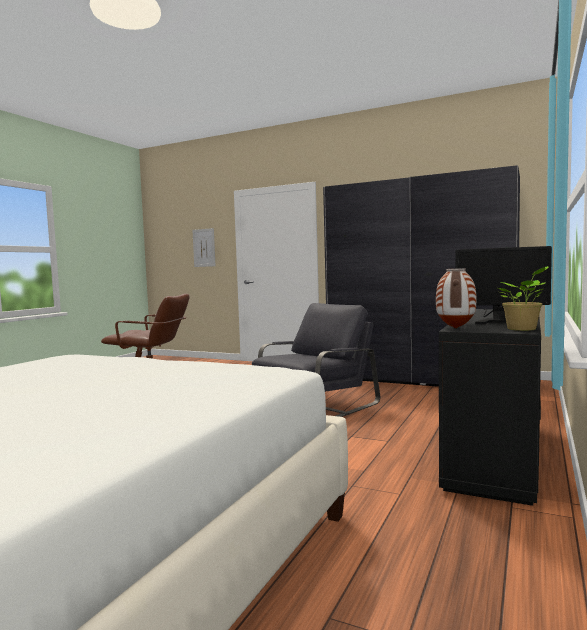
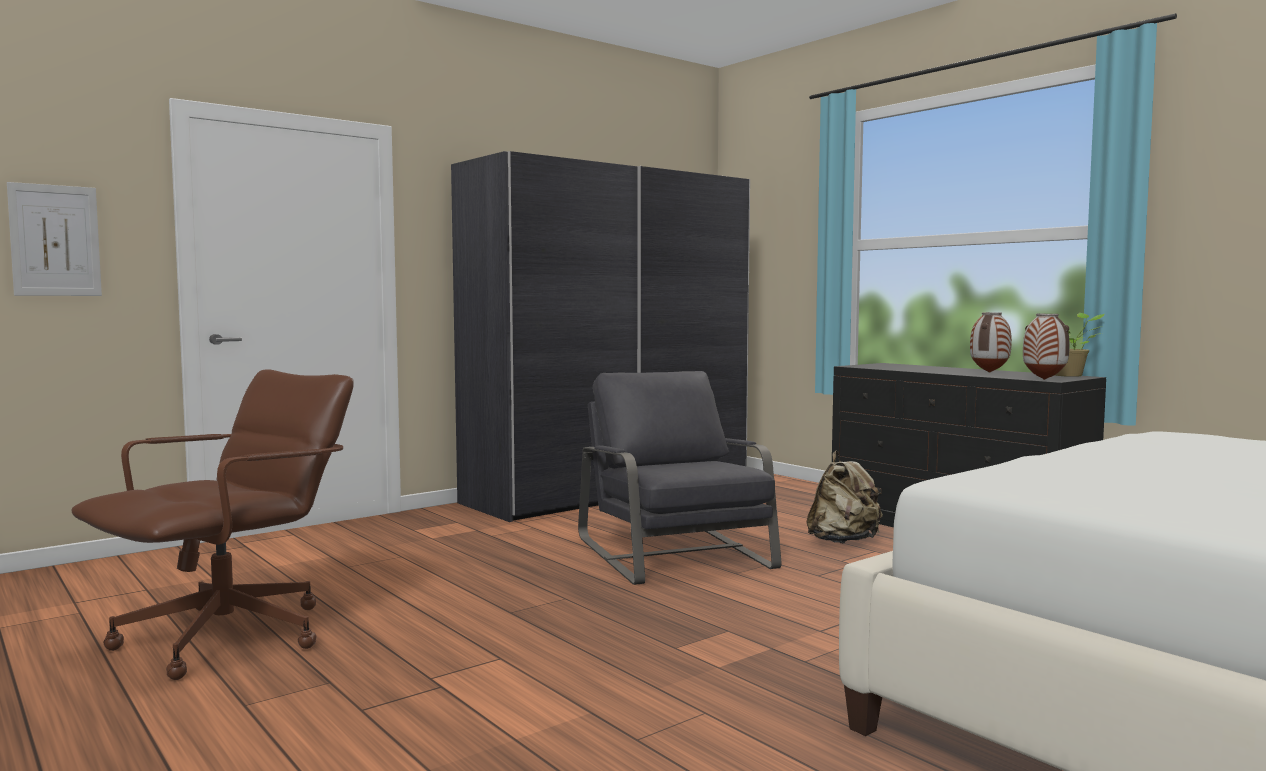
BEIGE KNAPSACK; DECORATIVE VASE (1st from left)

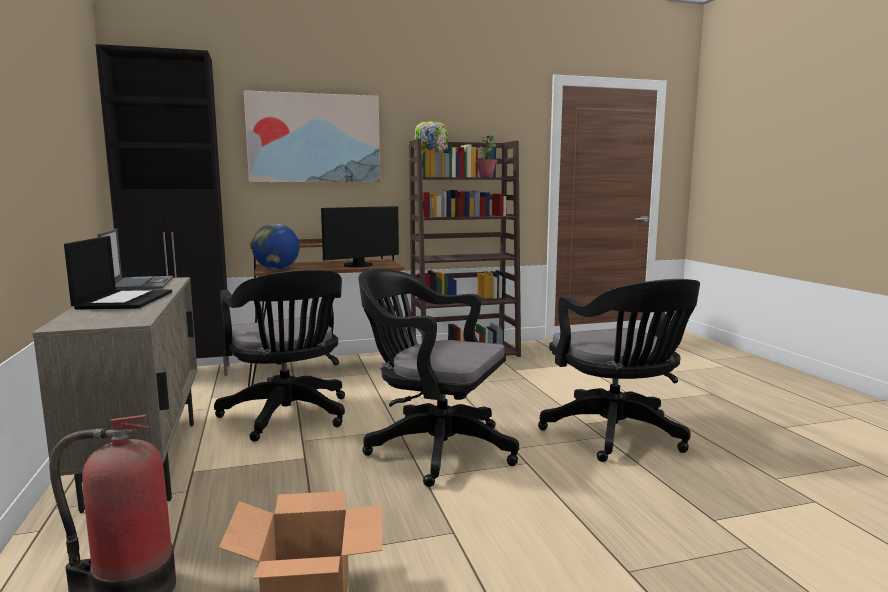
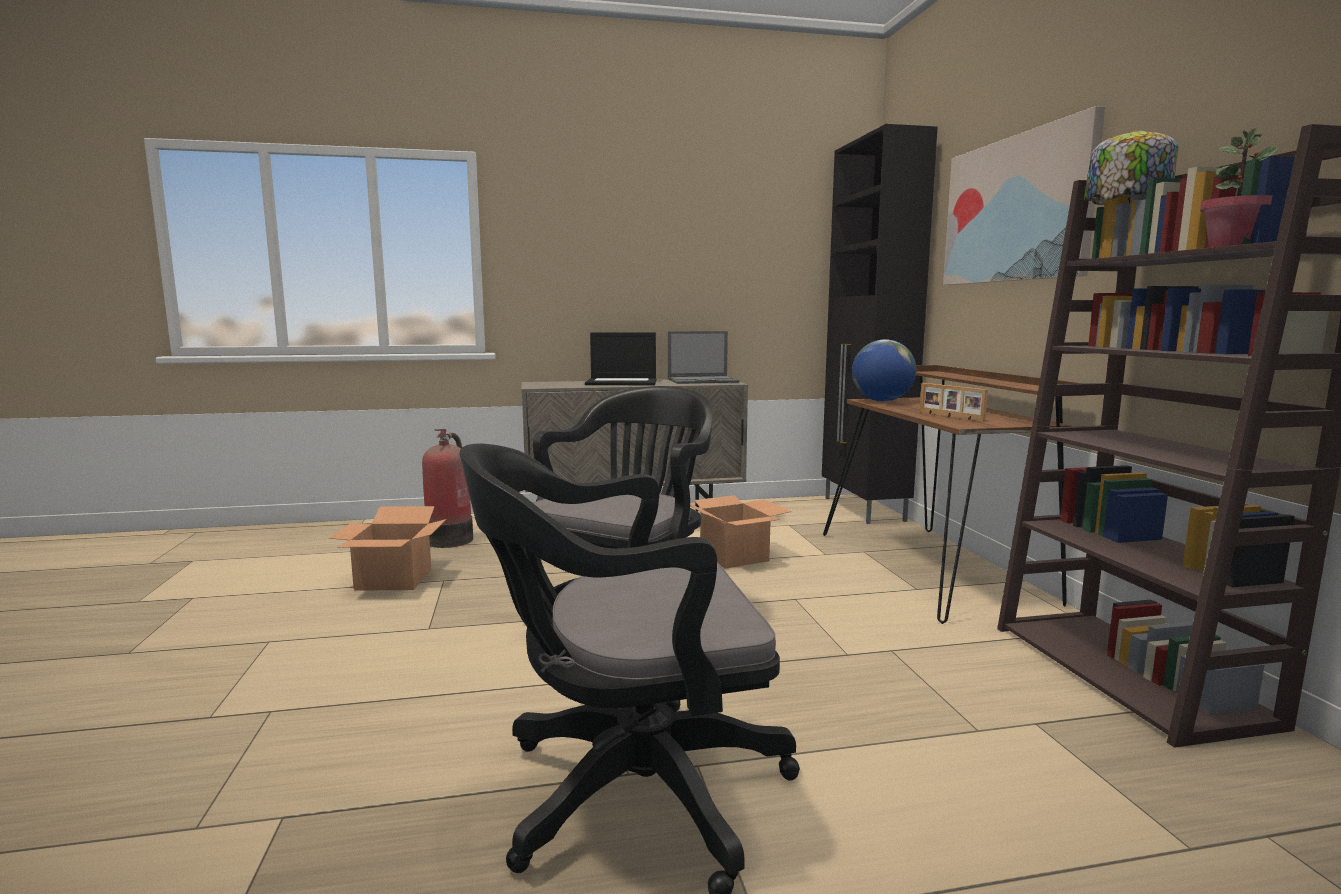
CARDBOARD BOX (2nd from left); PICTURE FRAME

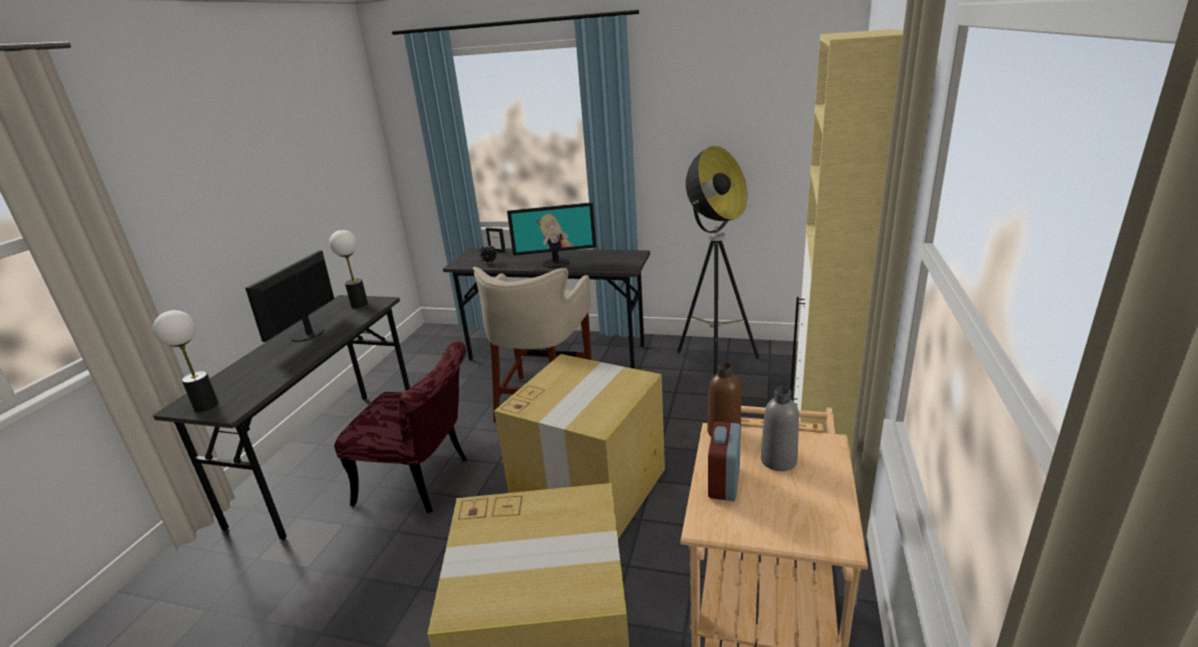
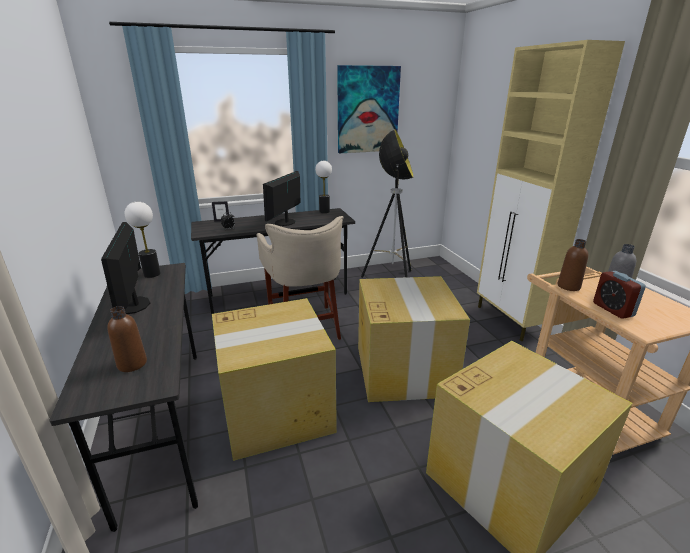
BROWNISH DRINK BOTTLE (1st from left); PICTURE; LAMP FOR A TABLE (2nd from left); CARDBOARD BOX (1st from left); MONITOR (2nd from left)

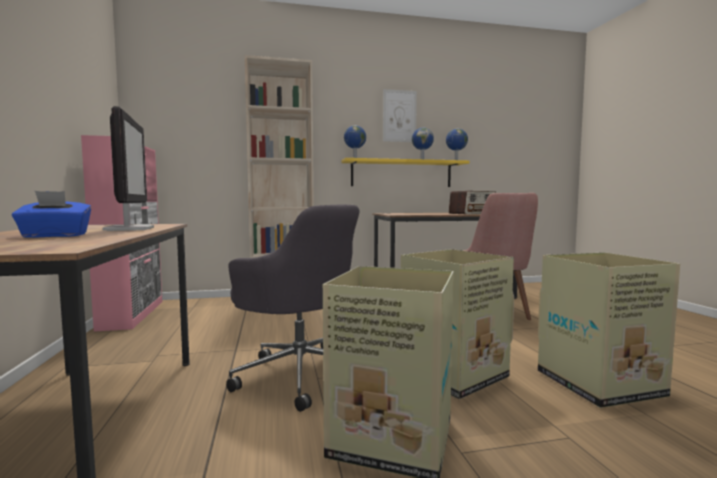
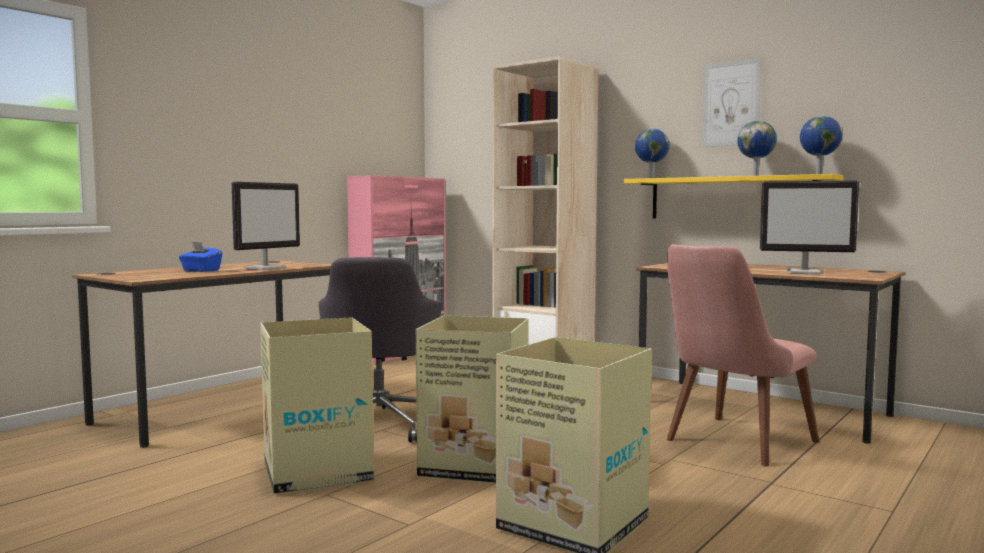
MONITOR (2nd from left)

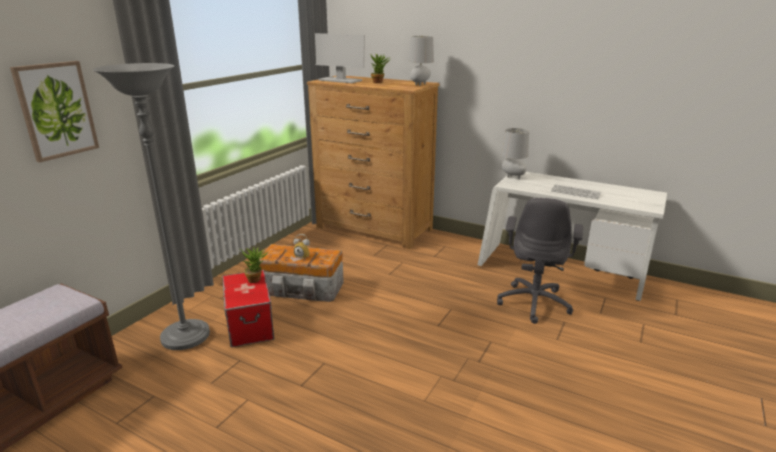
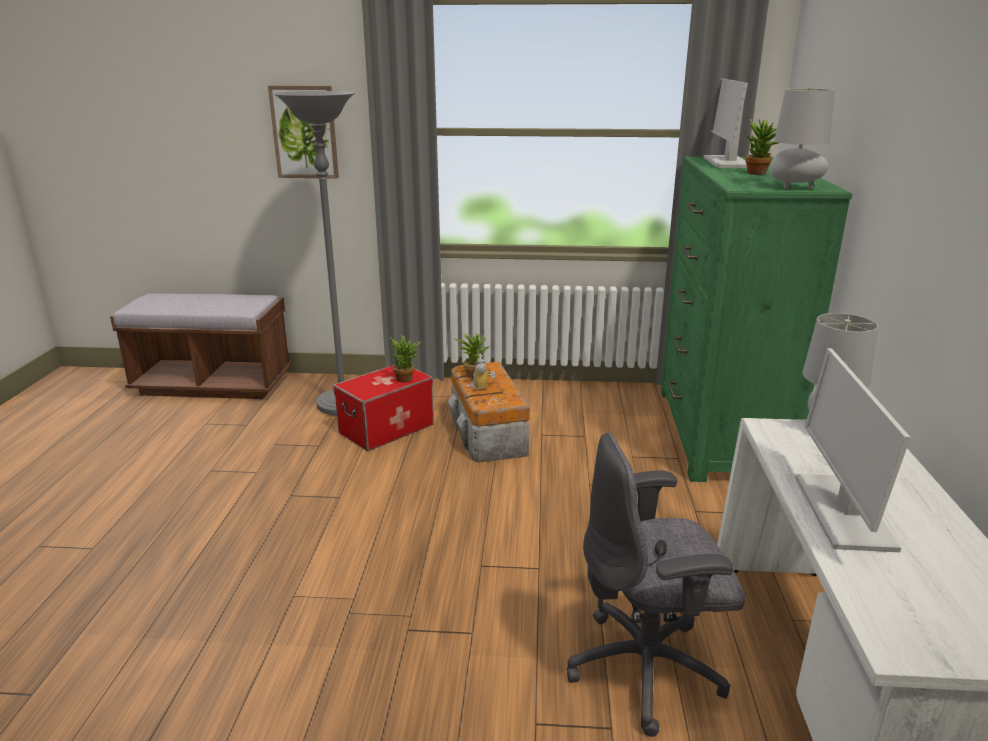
PLANT IN A POT (2nd from left); MONITOR (2nd from left); GREEN CHEST OF DRAWERS

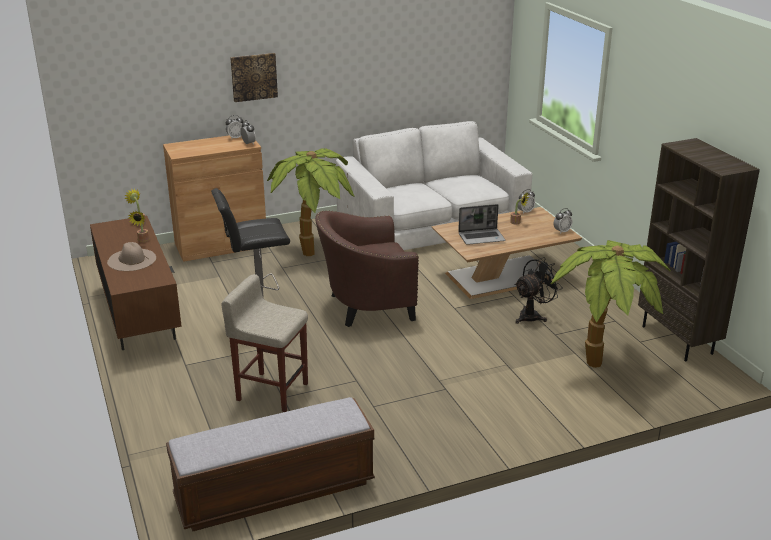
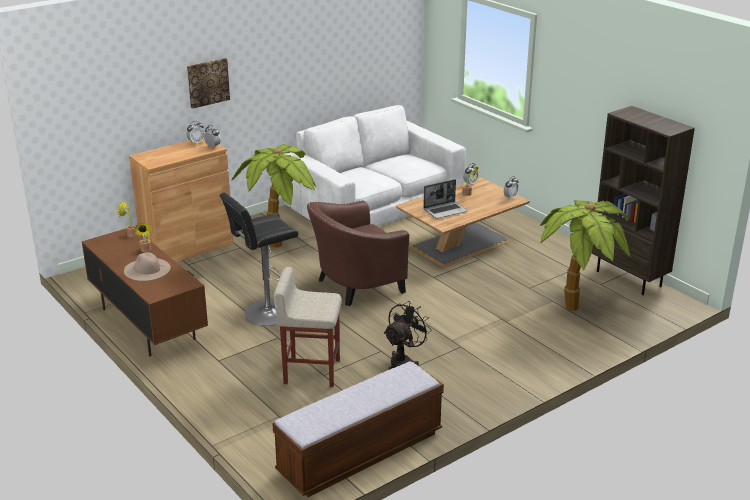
BLACK FAN

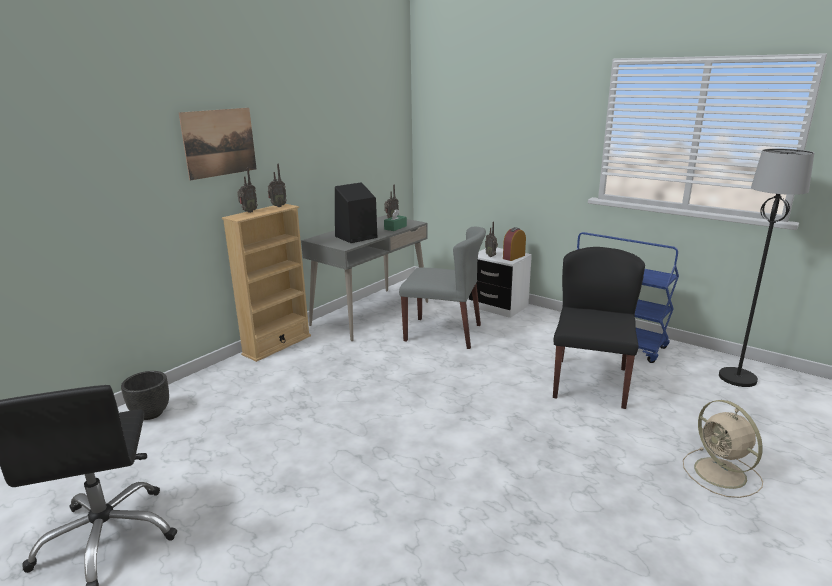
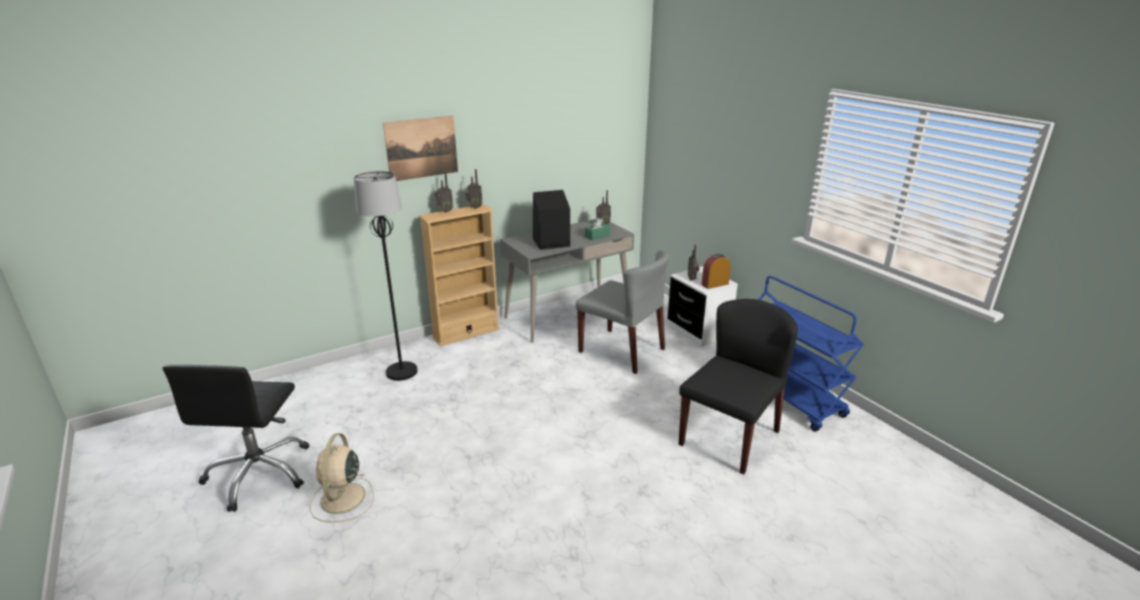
BLACK PLANTER; BEIGE FAN; BLACK STANDING LAMP

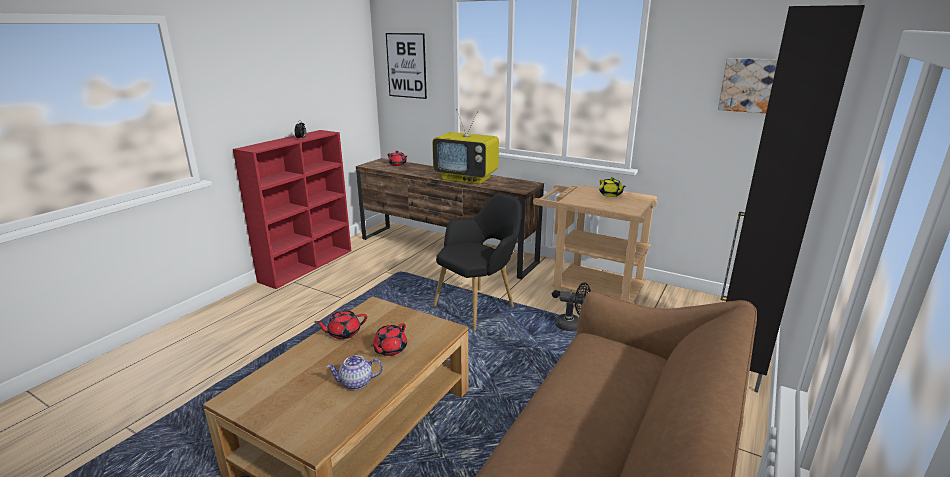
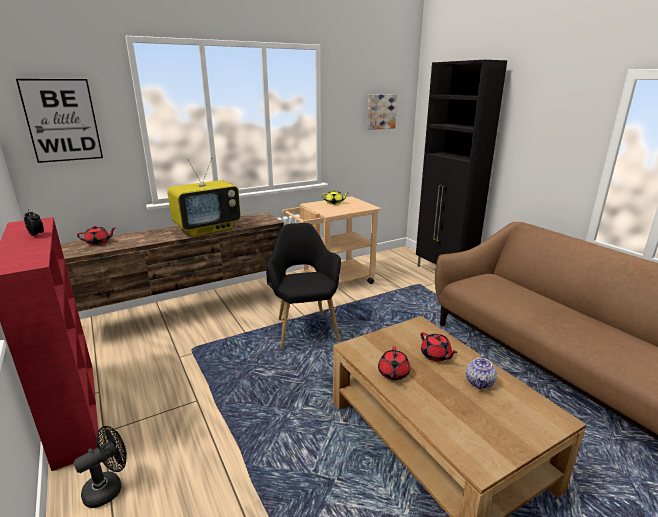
BLACK FAN

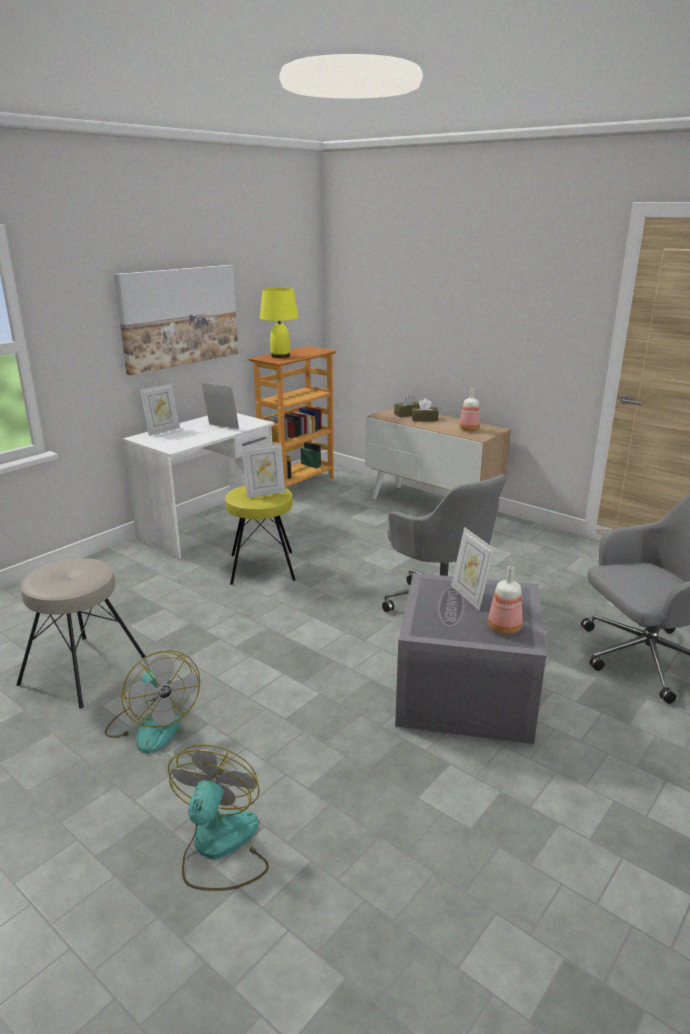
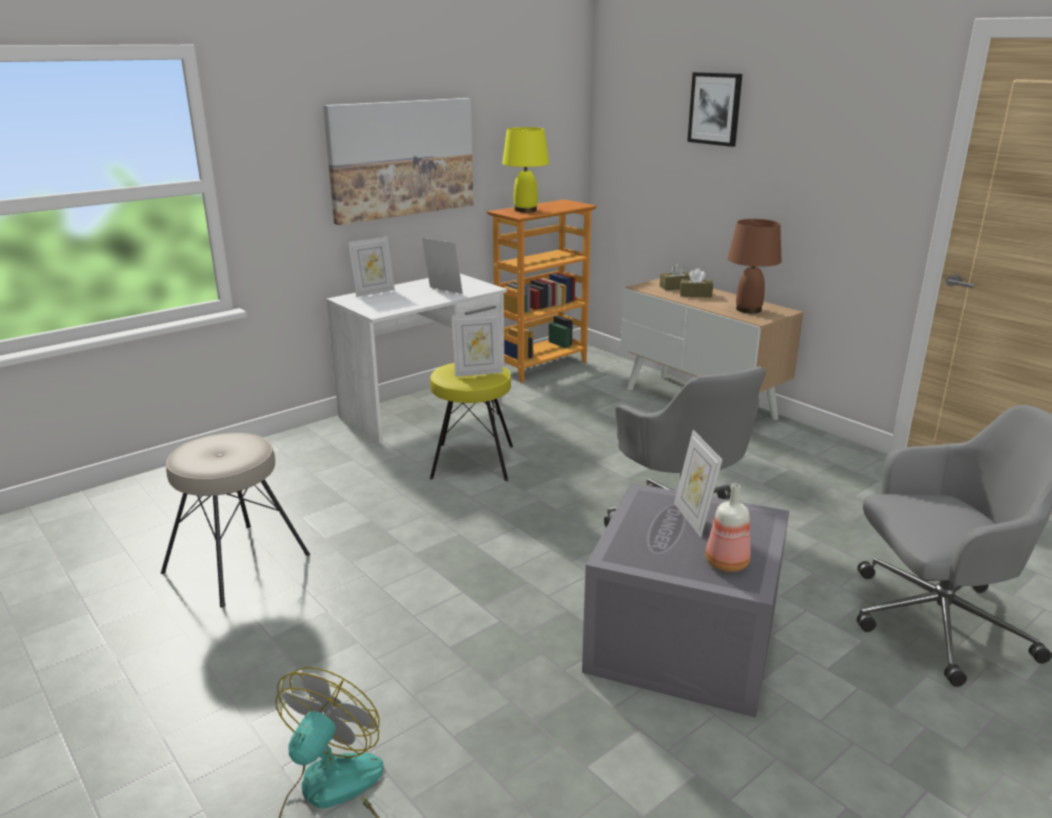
FAN (1st from left in the first image); PICTURE (2nd from left); BROWNISH LAMP FOR A TABLE

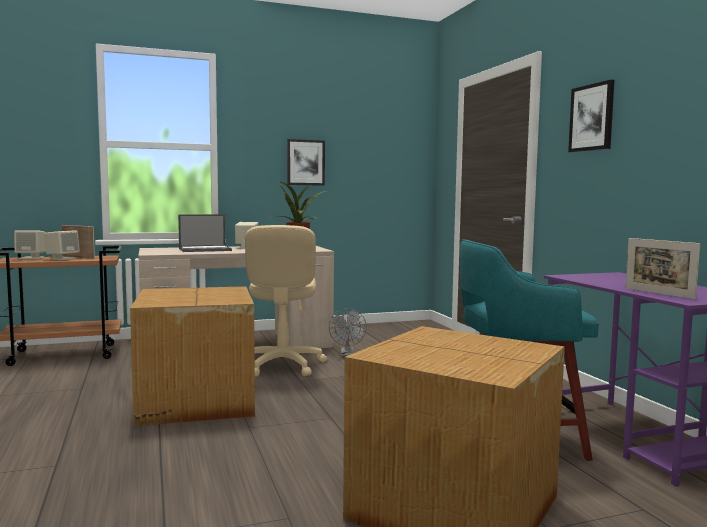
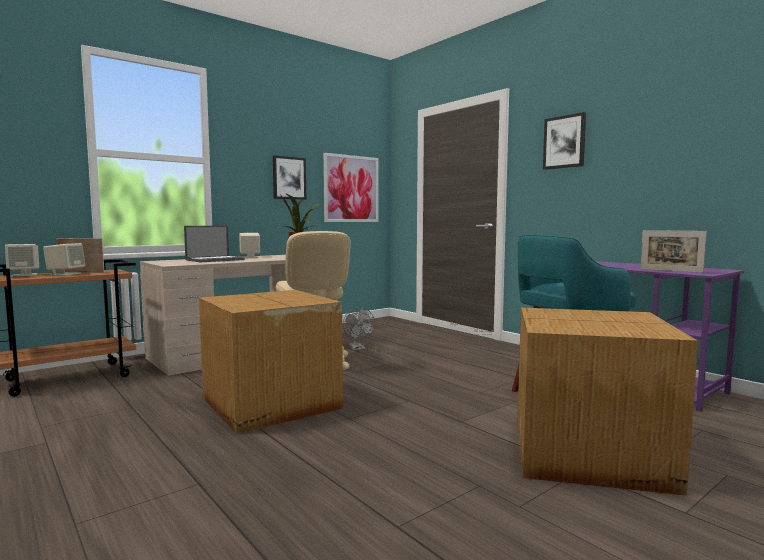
PICTURE (2nd from left)

